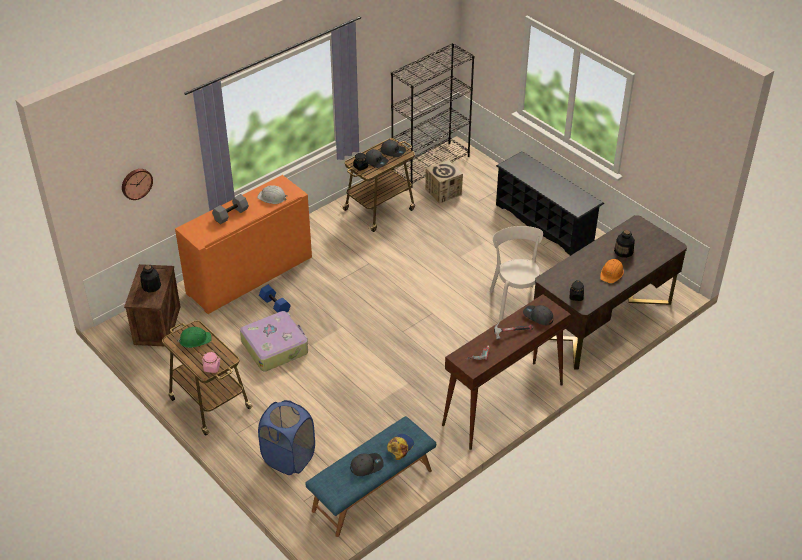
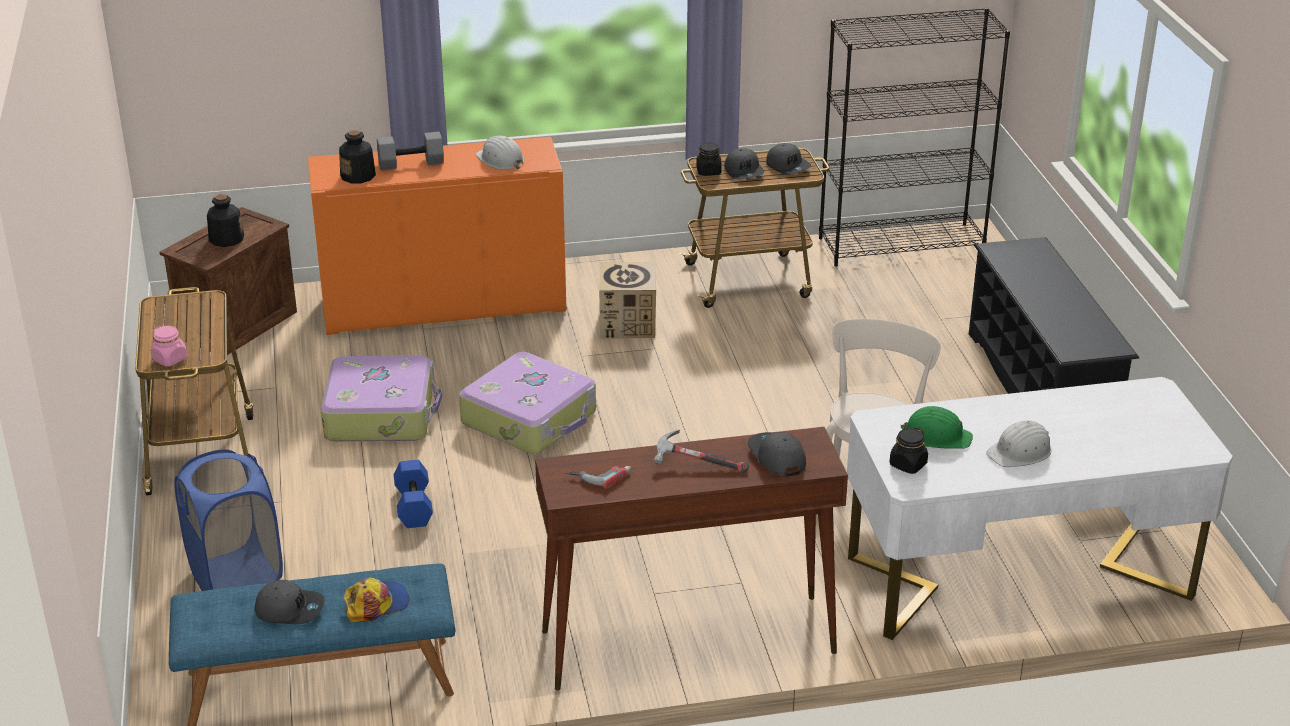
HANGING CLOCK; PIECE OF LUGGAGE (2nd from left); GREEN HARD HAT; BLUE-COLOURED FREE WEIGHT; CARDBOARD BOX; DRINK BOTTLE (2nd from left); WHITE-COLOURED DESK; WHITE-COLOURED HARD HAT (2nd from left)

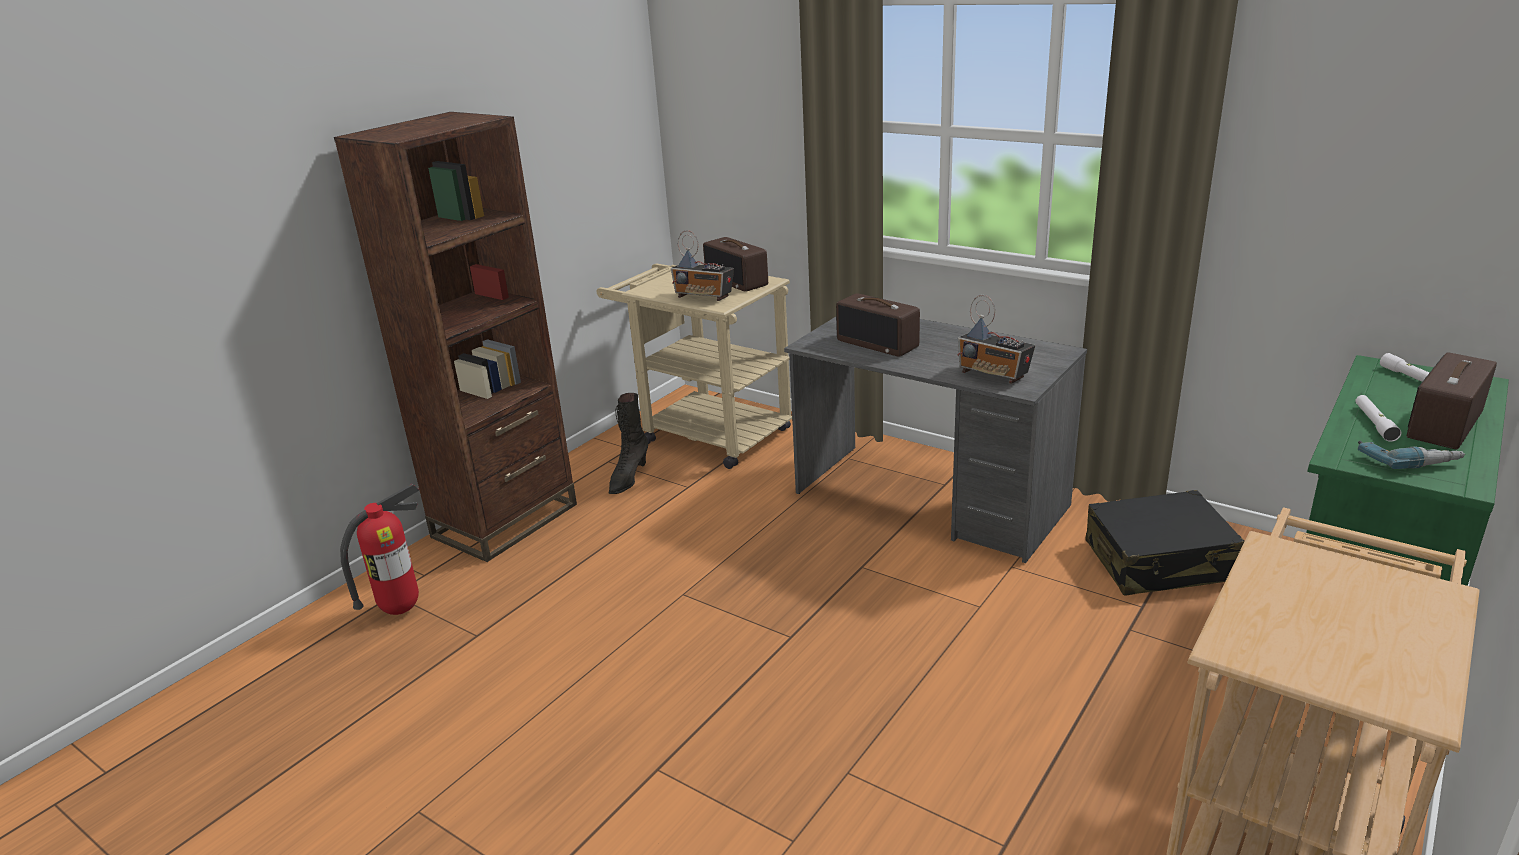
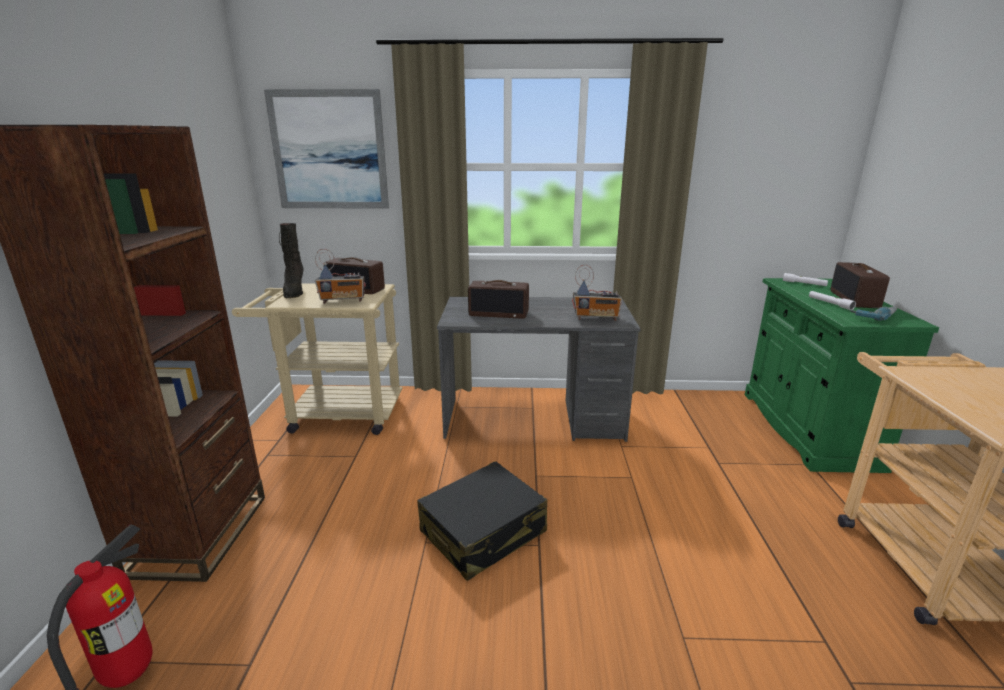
PICTURE; BLACK TALL BOOT; BLACK PIECE OF LUGGAGE

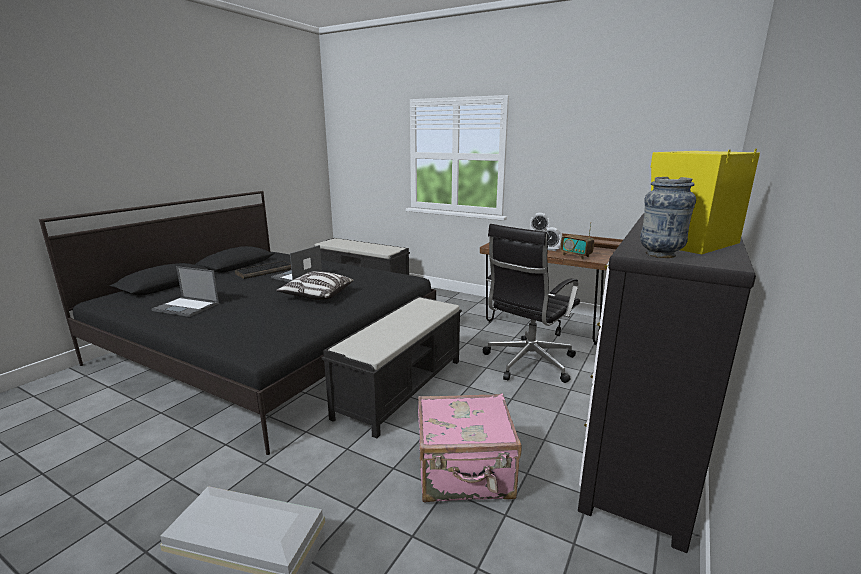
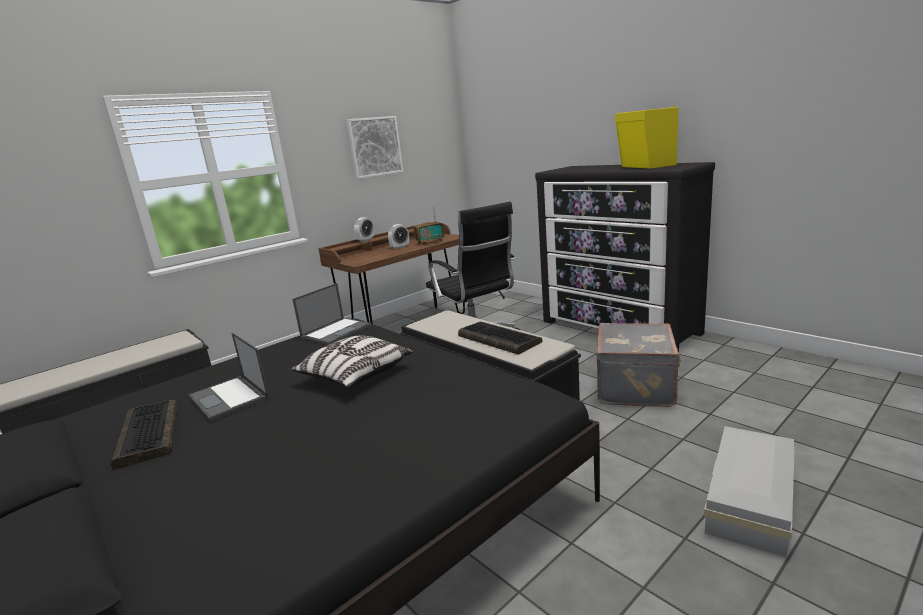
DECORATIVE VASE; PICTURE; KEYBOARD (2nd from left); PORTABLE COMPUTER (2nd from left); GREYISH PIECE OF LUGGAGE

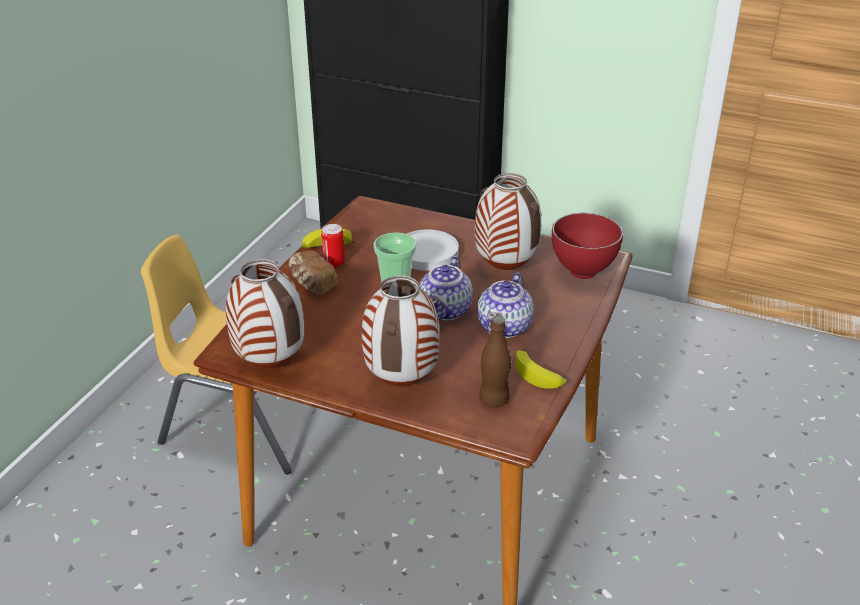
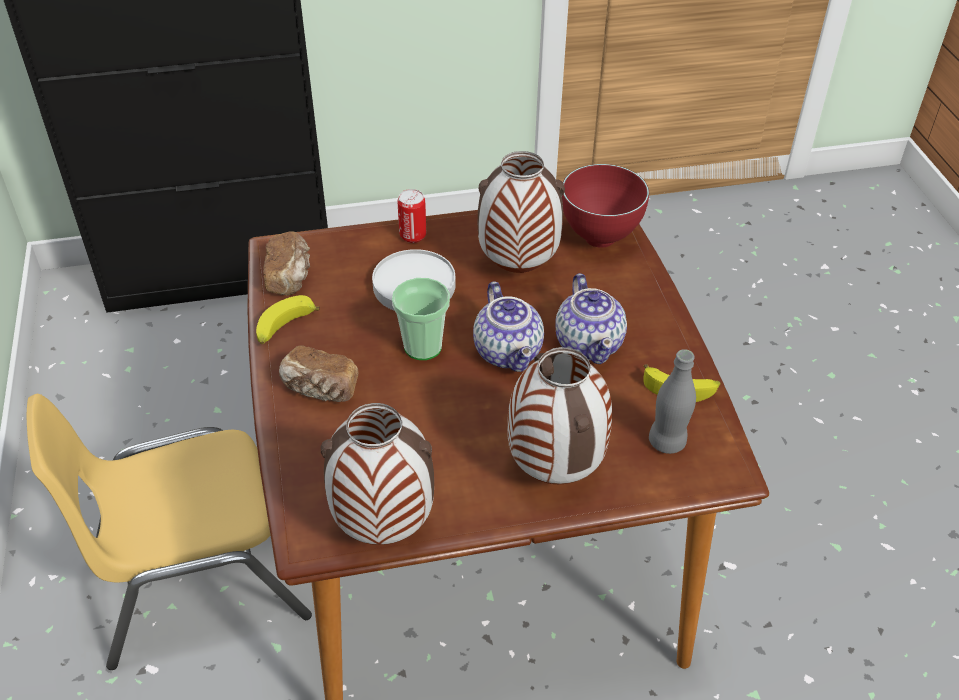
BAKERY BREAD (1st from left); SEALED CAN; GREYISH DRINK BOTTLE

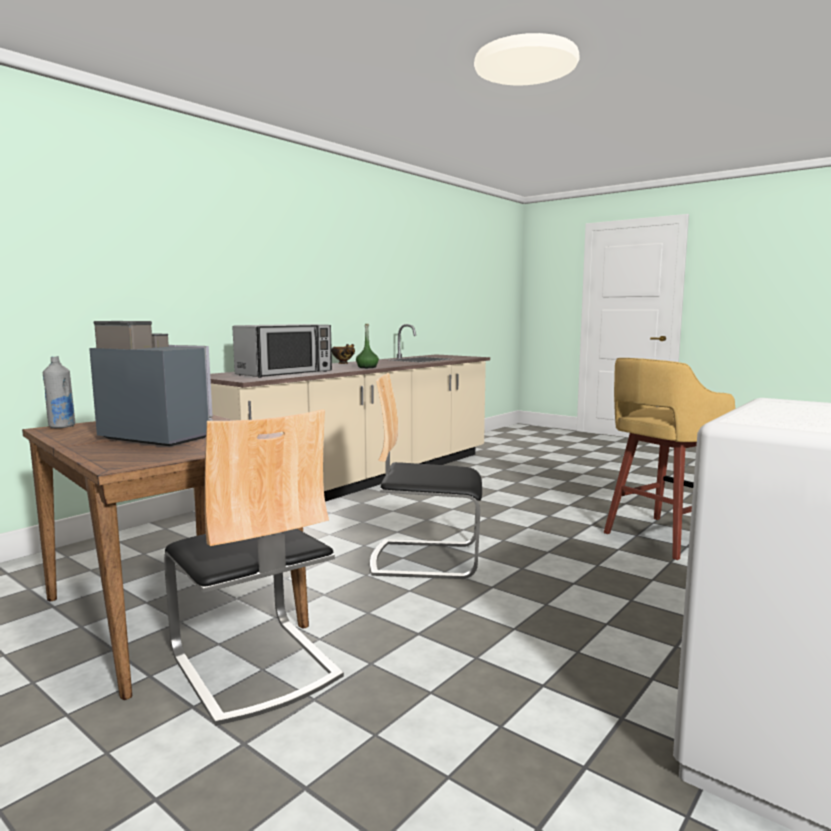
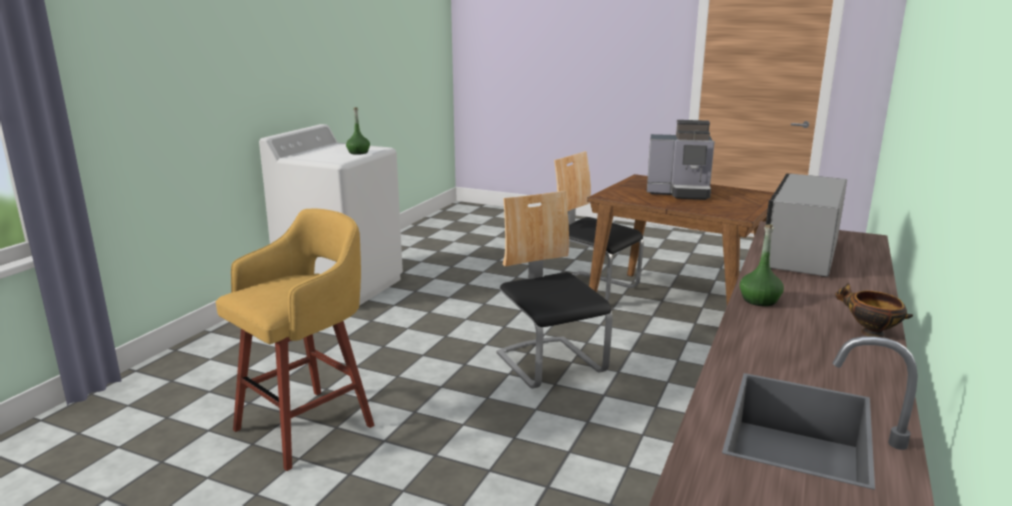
GREYISH DRINK BOTTLE; GREEN DRINK BOTTLE (1st from left); UPRIGHT CHAIR (1st from left)

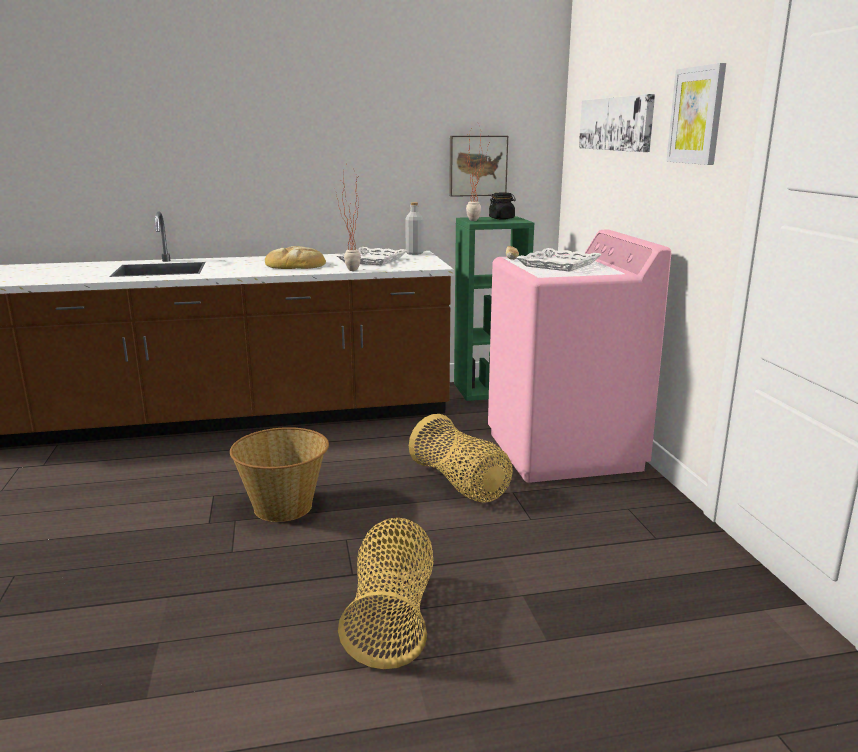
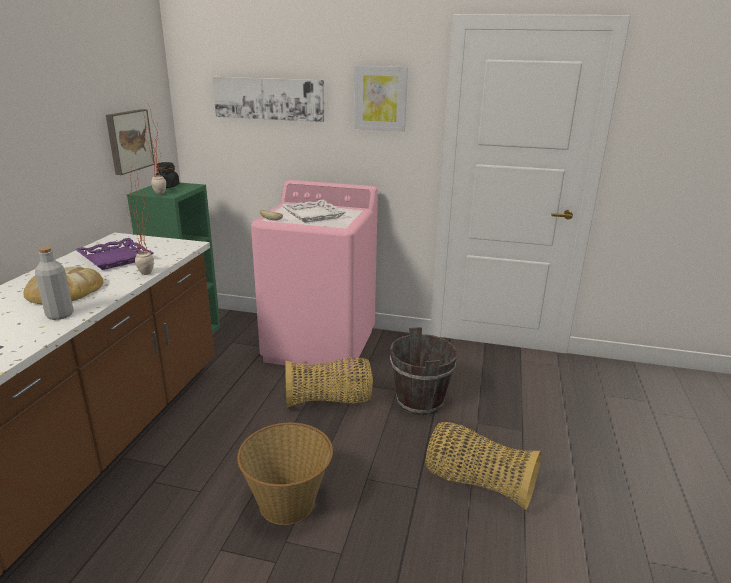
BROWNISH PAIL; GREYISH DRINK BOTTLE; PURPLE-COLOURED SERVING TRAY

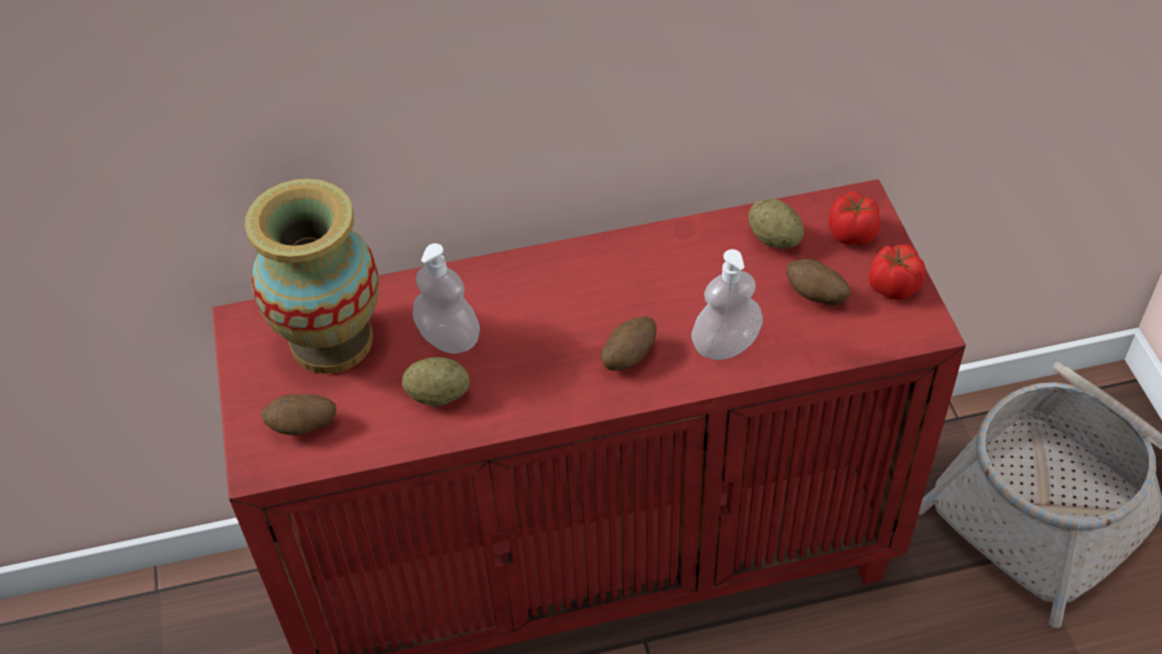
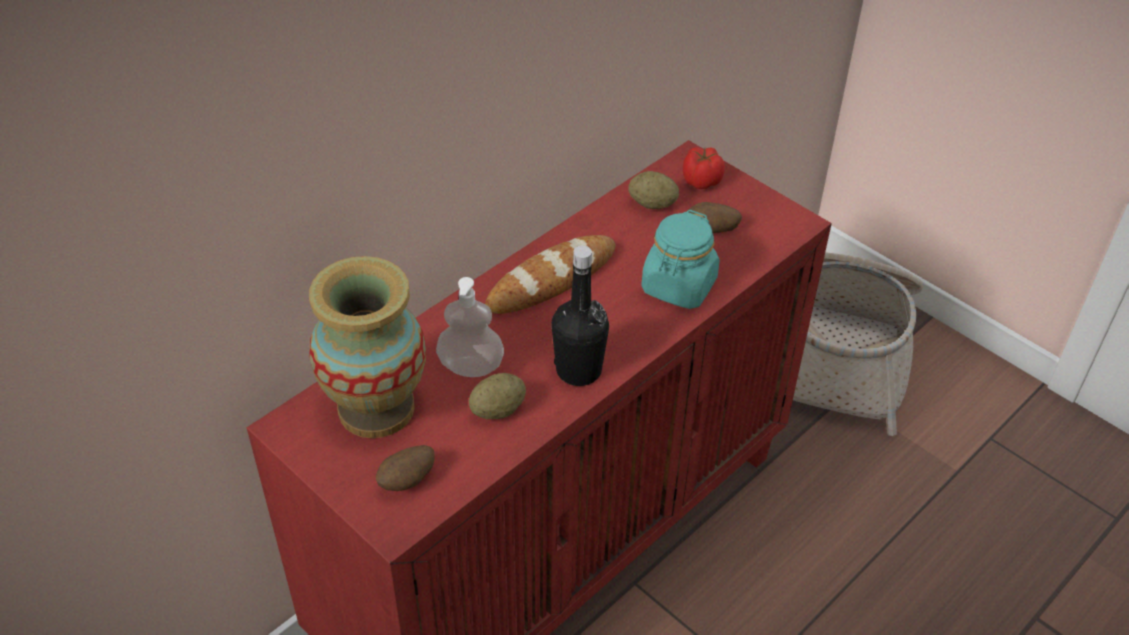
POTATO (3rd from left in the first image); WHOLE TOMATO (2nd from left in the first image); BAKERY BREAD; BLACK DRINK BOTTLE; BLUE-GREEN STORAGE JAR

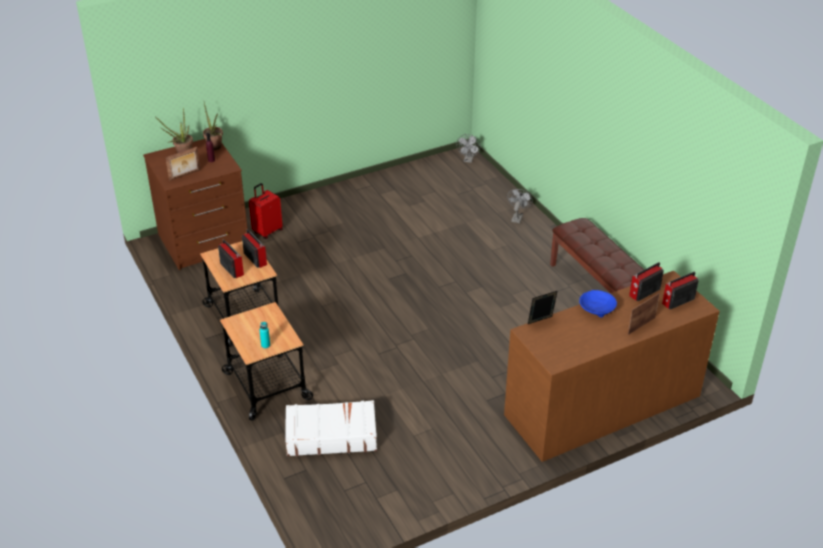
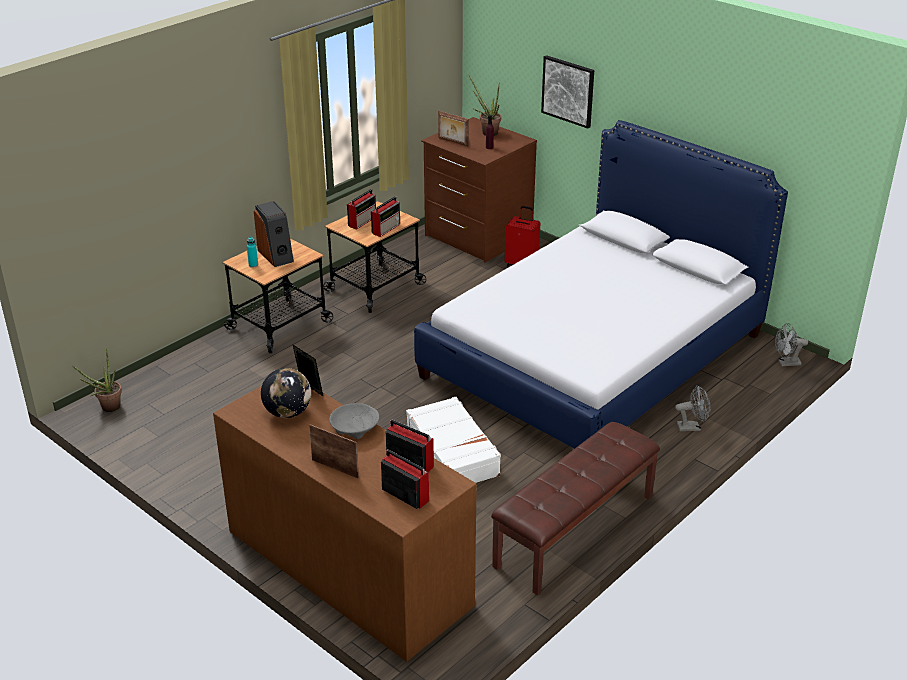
AUDIO SPEAKER; GLOBE; SLEEPING BED; PICTURE; PLANT IN A POT (1st from left); WHITE-COLOURED PIECE OF LUGGAGE; GREYISH DEEP DISH

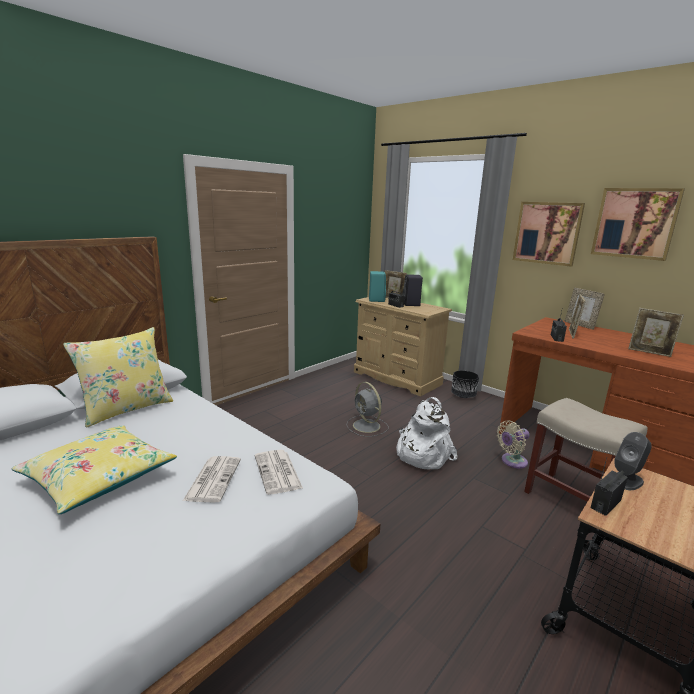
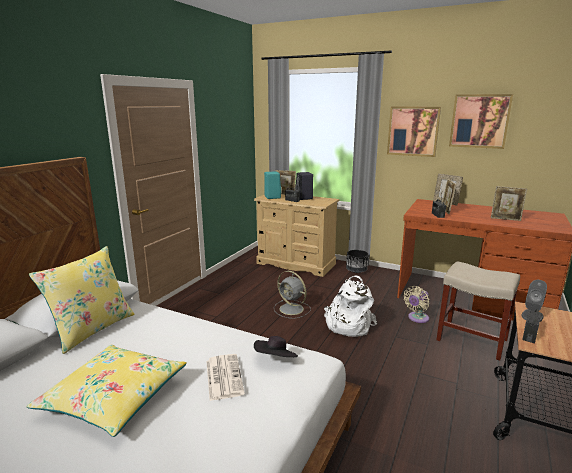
BLACK WEARABLE HAT

